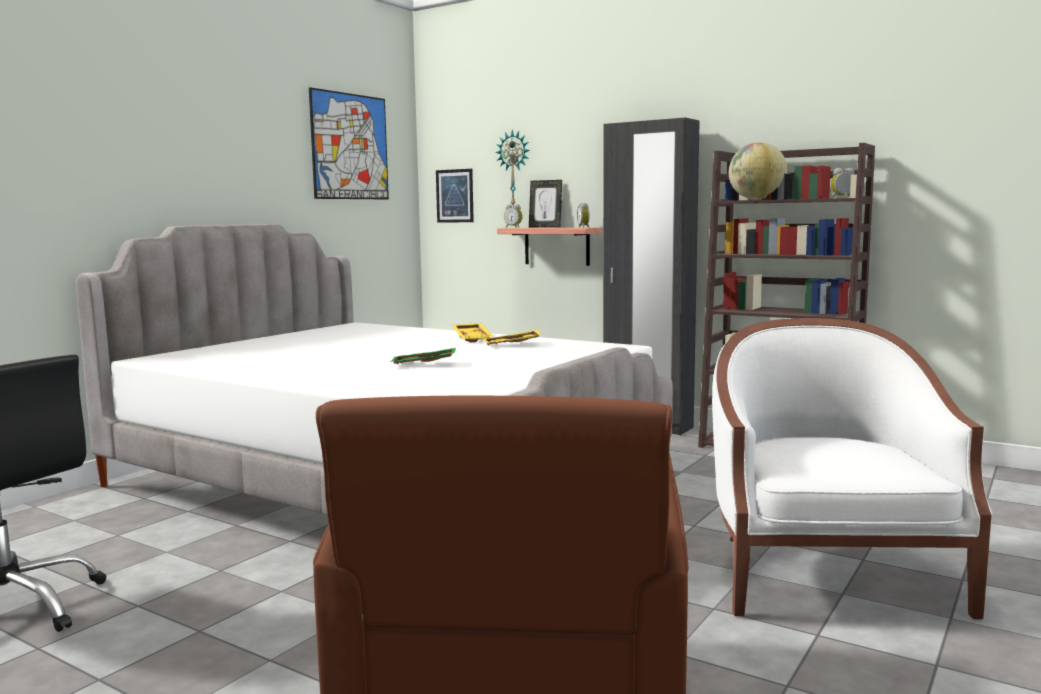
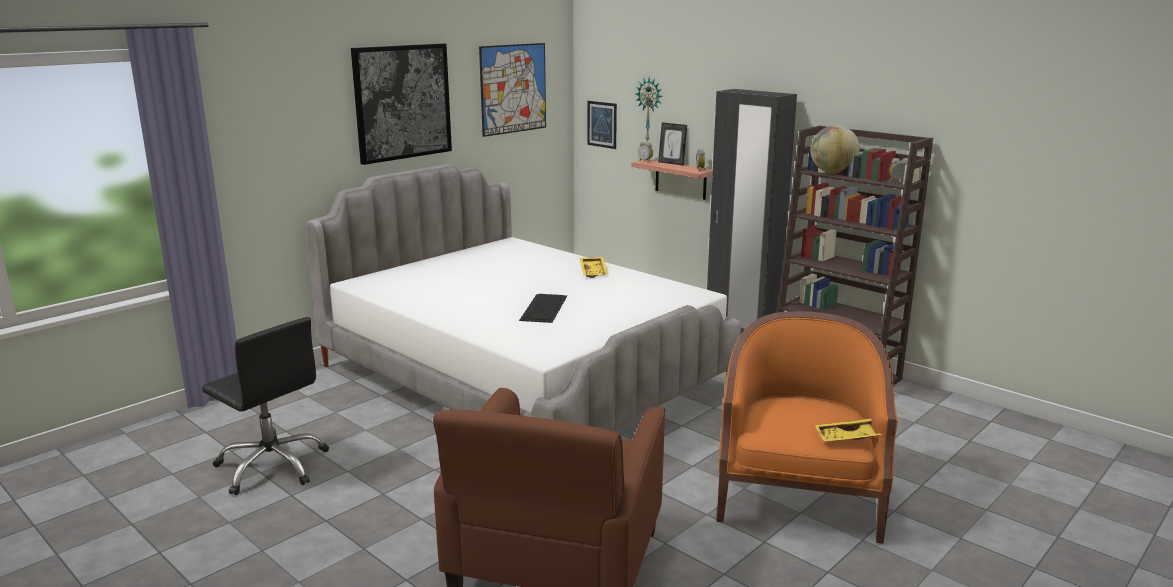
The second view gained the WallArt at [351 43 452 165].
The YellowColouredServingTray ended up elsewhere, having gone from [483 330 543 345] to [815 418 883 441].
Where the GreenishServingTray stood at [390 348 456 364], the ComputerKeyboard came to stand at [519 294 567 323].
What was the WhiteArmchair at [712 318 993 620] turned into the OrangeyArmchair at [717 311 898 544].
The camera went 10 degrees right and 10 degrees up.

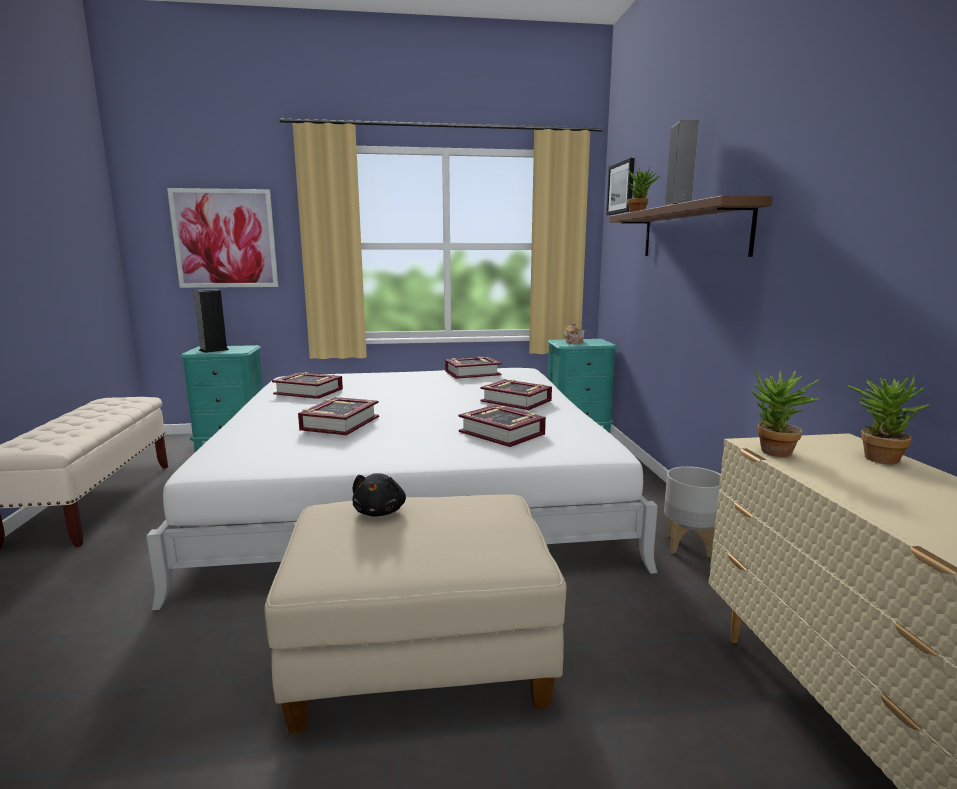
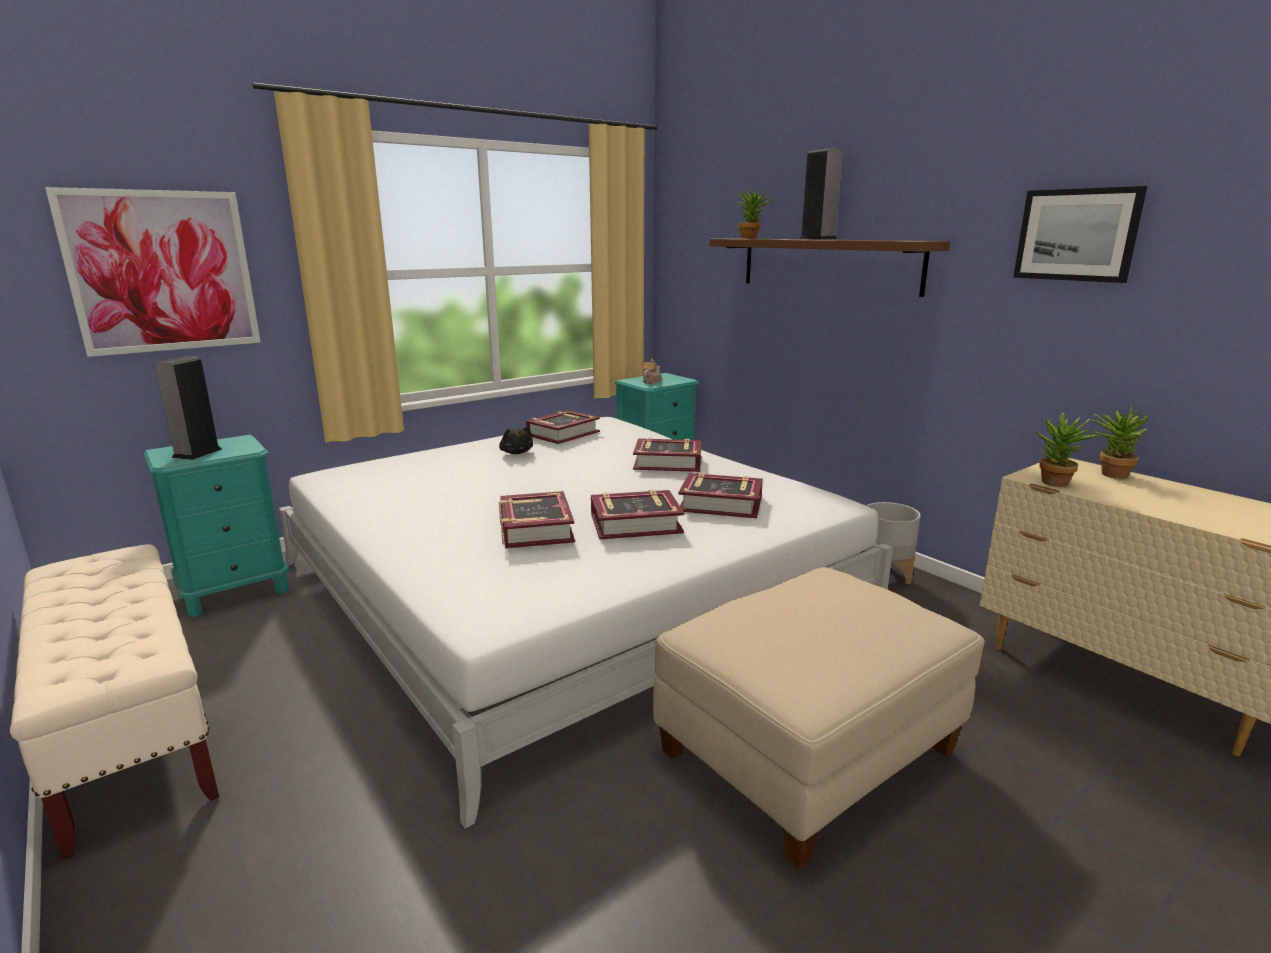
The BoundBook ended up elsewhere, having gone from [272 372 343 399] to [591 490 684 540].
The BlackColouredPlushToy ended up elsewhere, having gone from [352 473 406 517] to [499 427 533 454].
The WallArt ended up elsewhere, having gone from [606 158 635 215] to [1013 186 1147 283].
The camera went 30 degrees left and 5 degrees up.

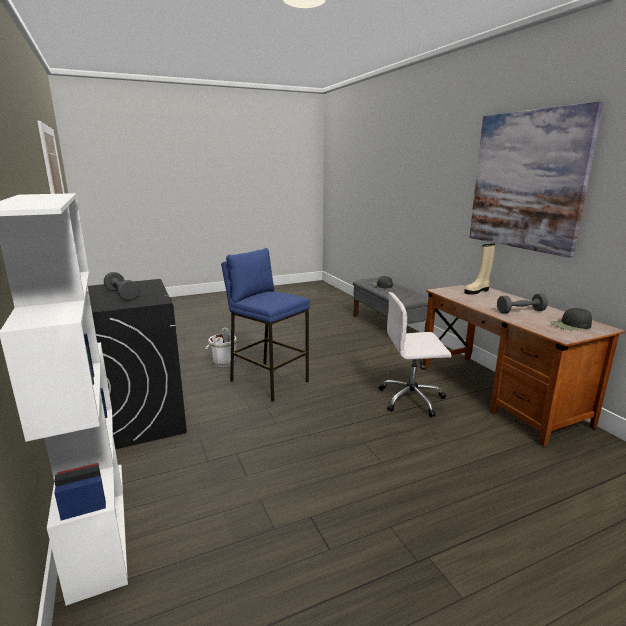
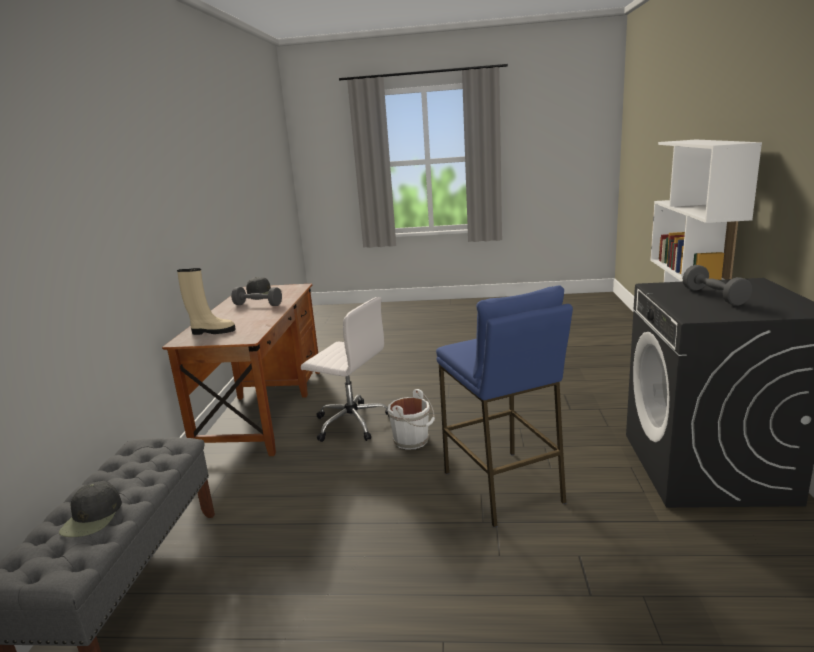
The second view lost the WallArt at [469 101 603 258].
The WhiteWaterBucket ended up elsewhere, having gone from [206 328 237 367] to [388 389 435 450].
The camera went 150 degrees left and 0 degrees up.

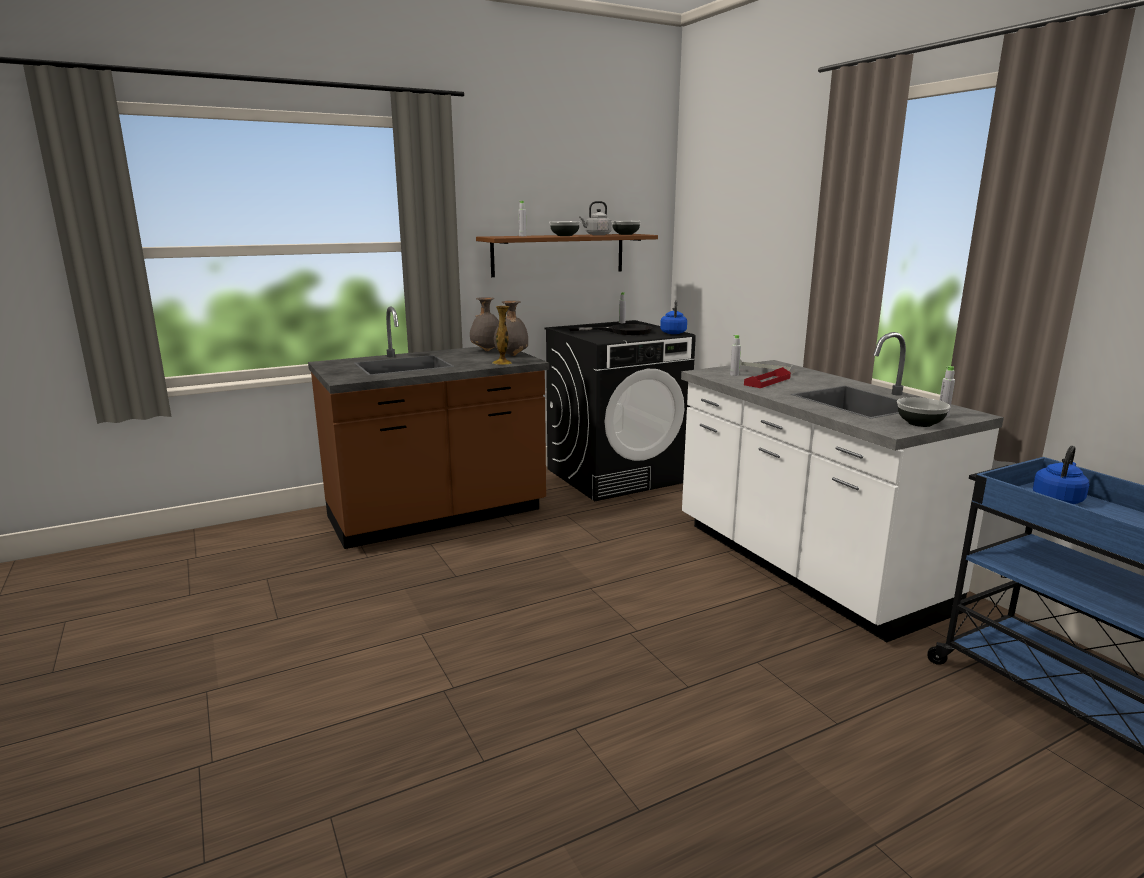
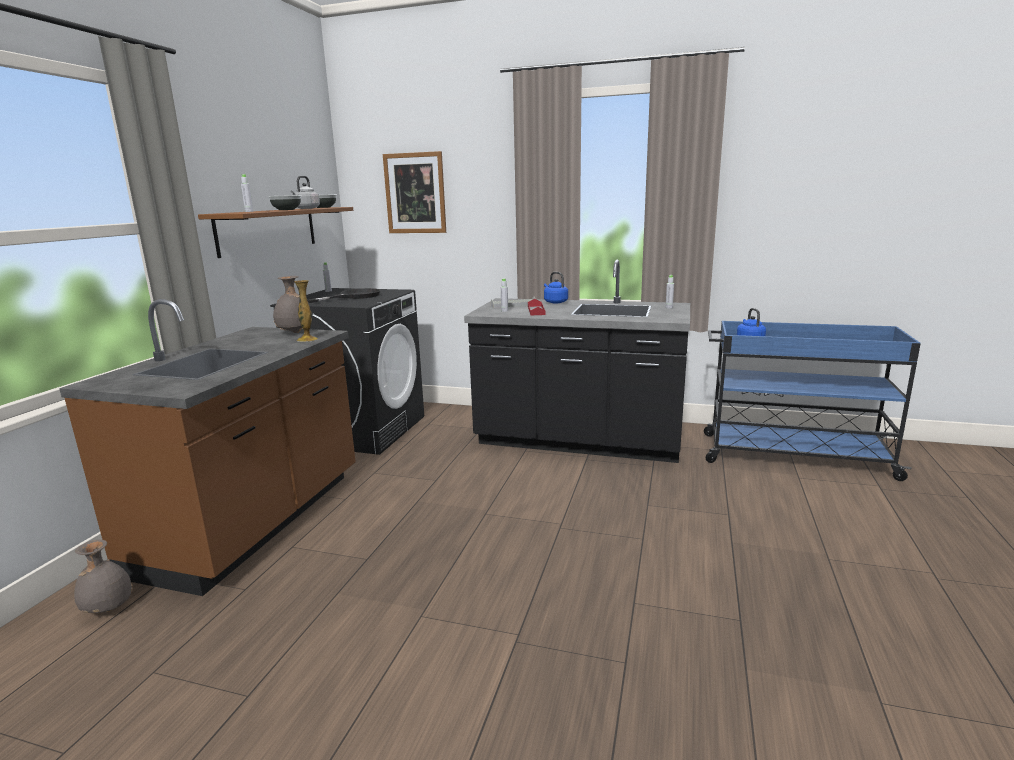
The second view lost the Bowl at [897 397 950 427].
The second view gained the WallArt at [383 151 446 233].
The GrayFlowerVase ended up elsewhere, having gone from [470 297 499 351] to [74 540 132 613].
The BlueColouredKettle ended up elsewhere, having gone from [660 300 687 334] to [544 272 568 304].
What was the WhiteKitchenCounter at [681 332 1004 643] turned into the BlackColouredKitchenCounter at [464 259 690 463].
The camera went 45 degrees left and 0 degrees up.

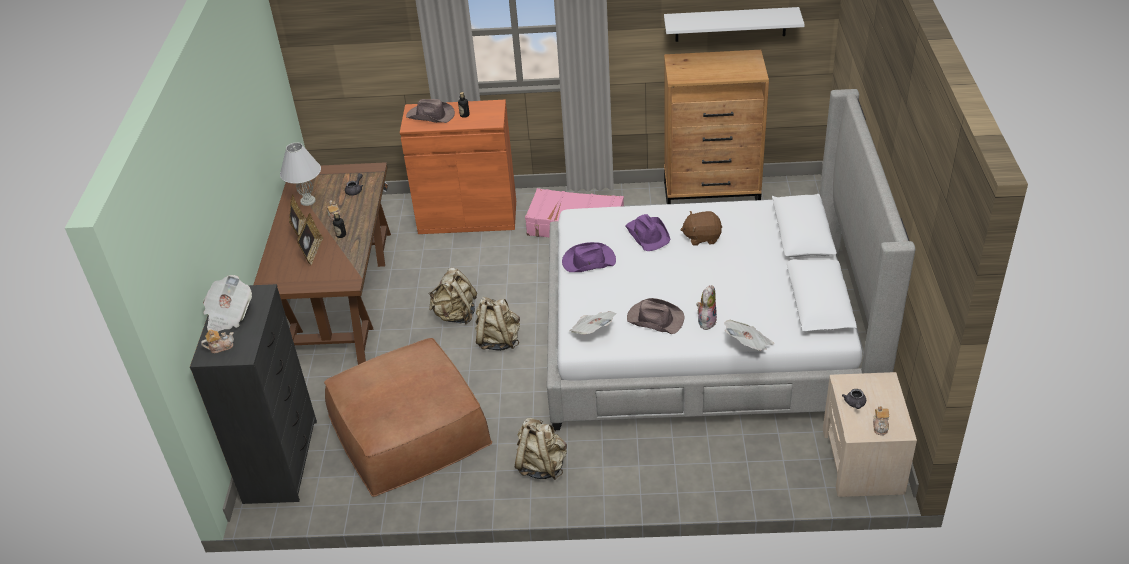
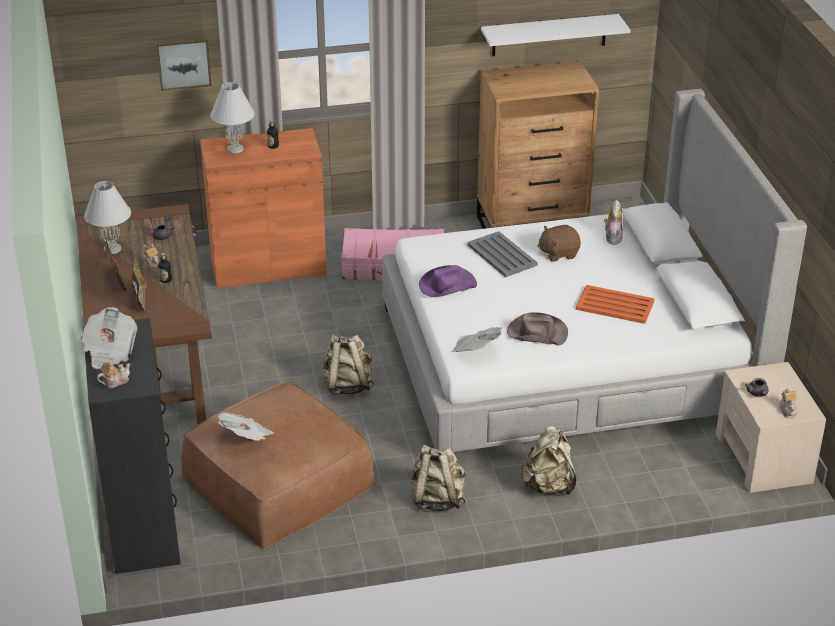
The second view gained the WallArt at [156 37 212 91].
The second view gained the OrangeyServingTray at [576 285 655 324].
The SandColouredRucksack ended up elsewhere, having gone from [428 267 477 324] to [520 426 576 496].
The PlushToy ended up elsewhere, having gone from [696 285 717 330] to [604 200 623 245].
The PrintedPaper ended up elsewhere, having gone from [724 320 774 351] to [218 412 274 441].
Where the BrownColouredClothingHat stood at [406 99 455 123], the WhiteTabletopLamp came to stand at [210 82 255 153].
Where the PurpleClothingHat stood at [625 214 670 251], the GrayServingTray came to stand at [467 231 538 277].
The camera went 15 degrees left and 5 degrees down.

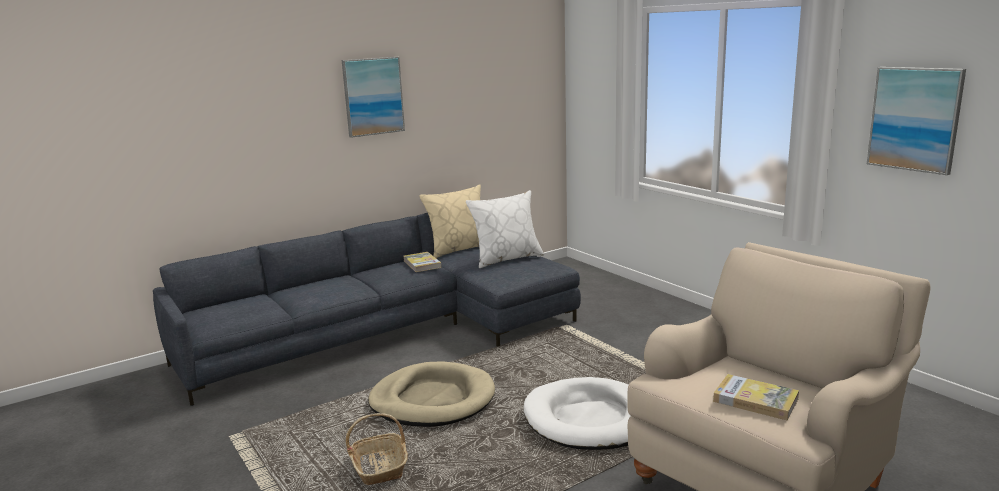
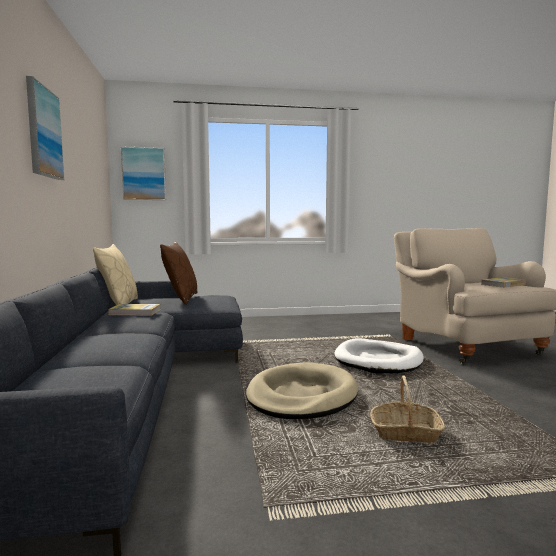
The WallArt ended up elsewhere, having gone from [867 67 966 175] to [121 147 166 200].
What was the WhiteCushion at [466 190 544 268] turned into the BrownColouredCushion at [160 241 198 305].
The camera went 65 degrees left and 10 degrees down.

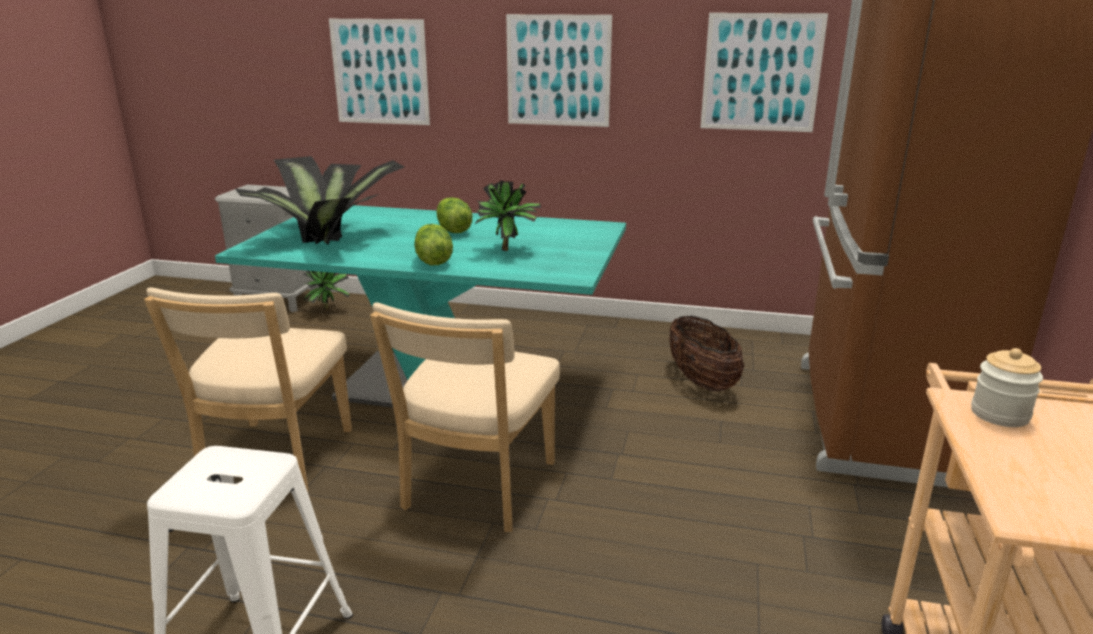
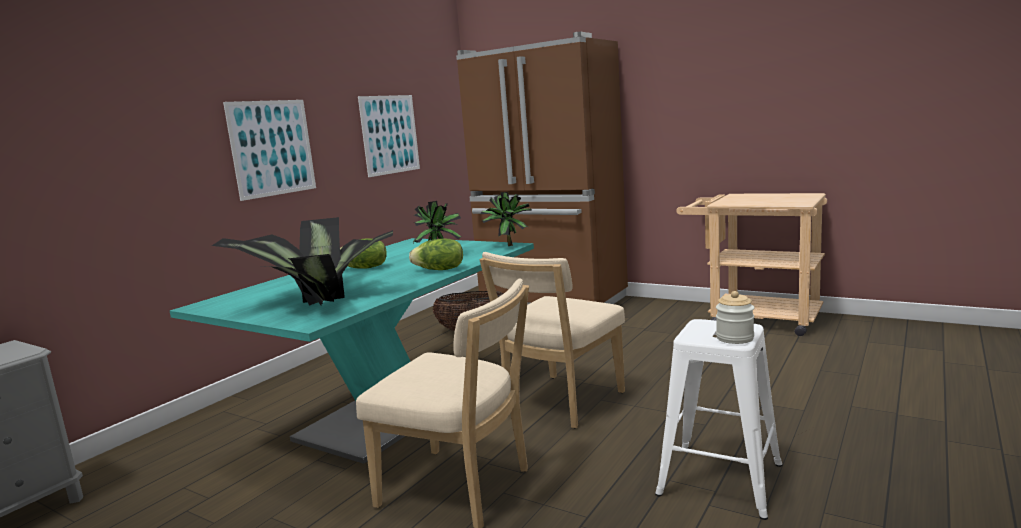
The second view lost the WallArt at [329 19 430 125].
The PlantInAPot ended up elsewhere, having gone from [303 271 350 312] to [480 192 533 246].
The StorageJar ended up elsewhere, having gone from [971 348 1043 427] to [716 291 754 344].
The SandColouredUprightChair at [370 302 560 532] ended up facing another way, 90 degrees clockwise from before.
The camera went 70 degrees left and 10 degrees down.

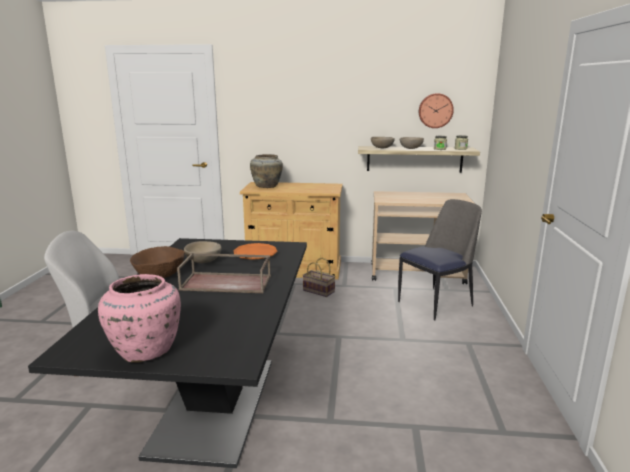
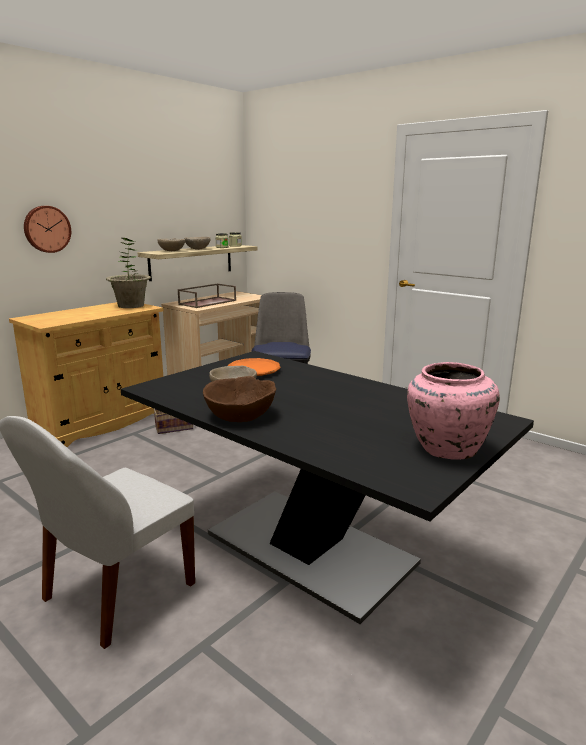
The second view lost the SandColouredFlowerVase at [250 154 283 188].
The second view gained the PlantInAPot at [106 238 151 308].
The BrownColouredServingTray ended up elsewhere, having gone from [177 253 271 293] to [177 284 236 308].
The HangingClock ended up elsewhere, having gone from [419 93 454 128] to [24 206 71 253].
The camera went 55 degrees left and 0 degrees up.

